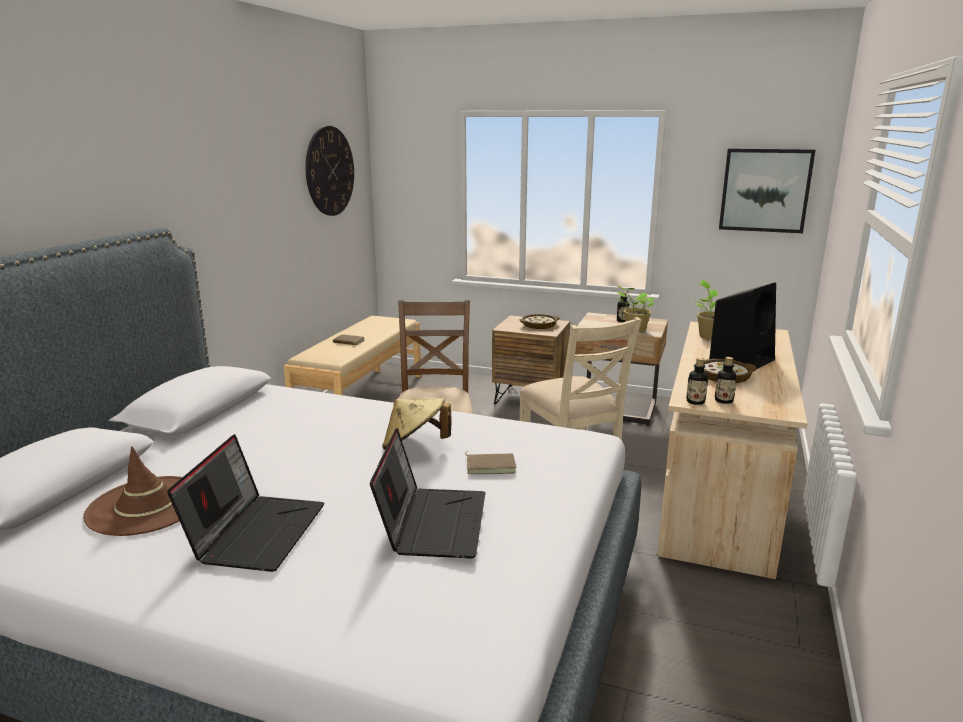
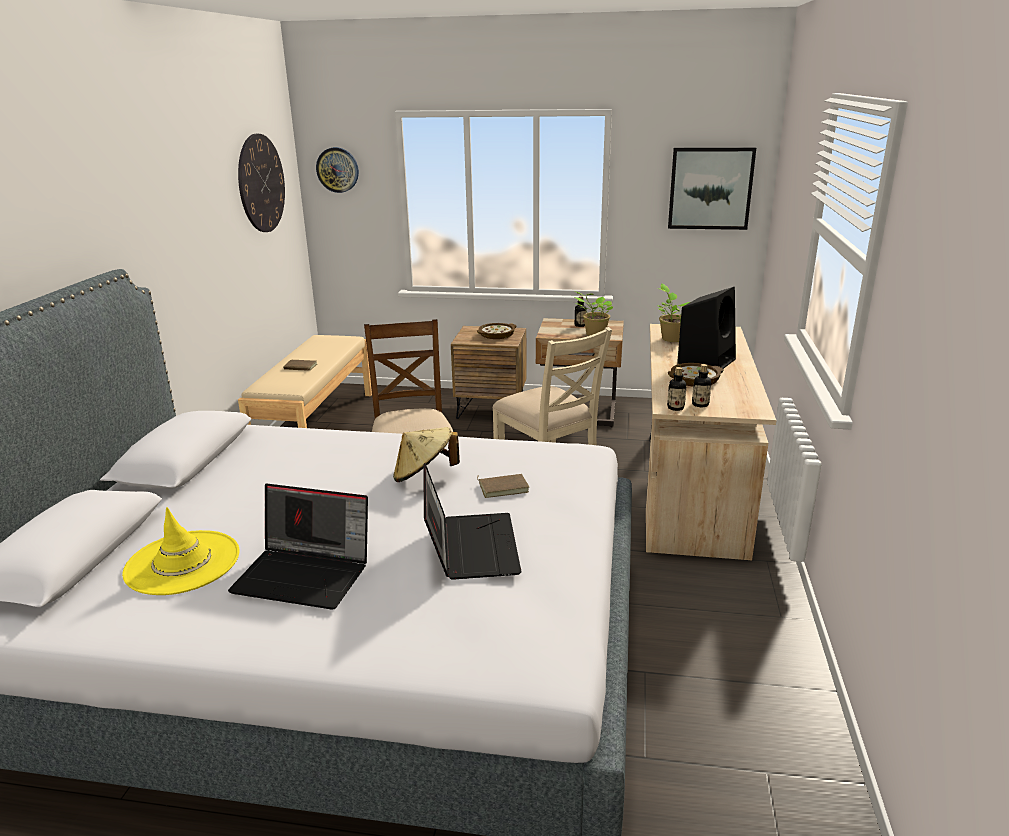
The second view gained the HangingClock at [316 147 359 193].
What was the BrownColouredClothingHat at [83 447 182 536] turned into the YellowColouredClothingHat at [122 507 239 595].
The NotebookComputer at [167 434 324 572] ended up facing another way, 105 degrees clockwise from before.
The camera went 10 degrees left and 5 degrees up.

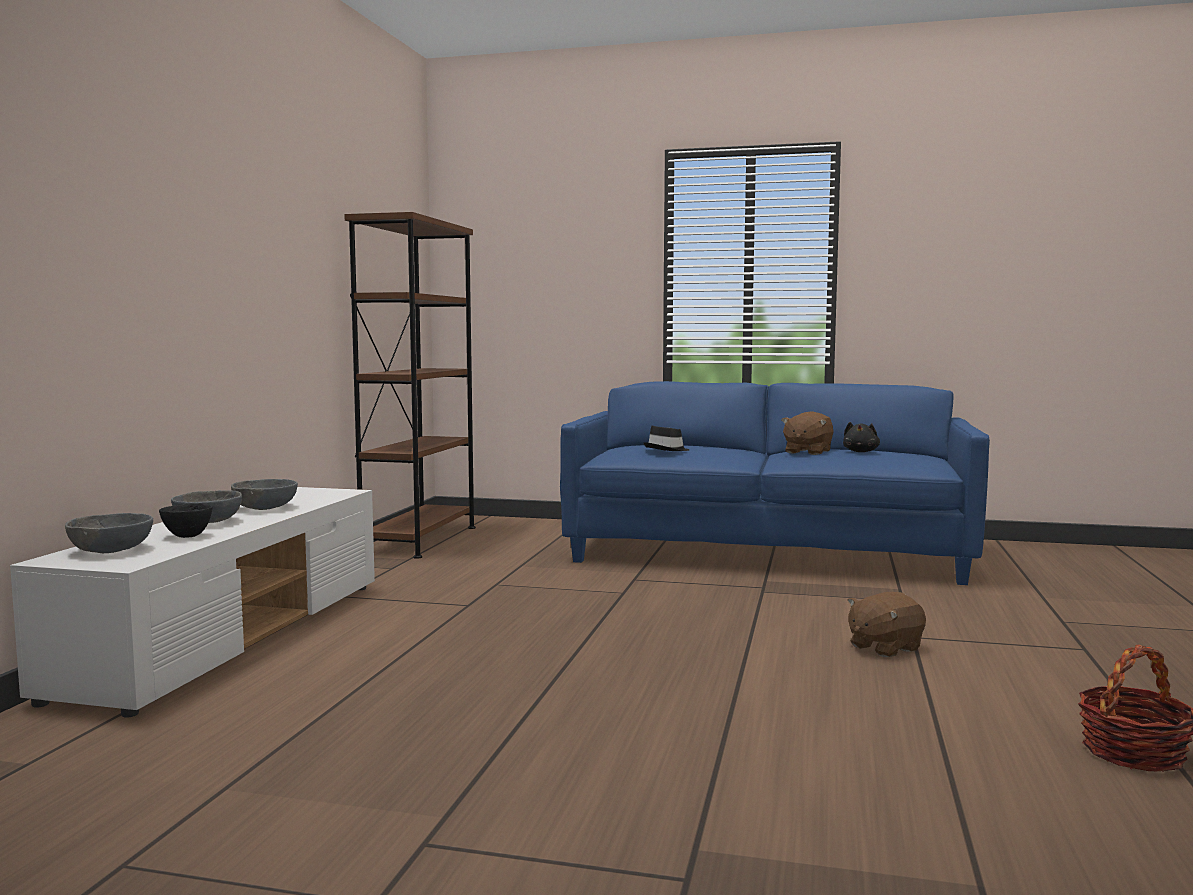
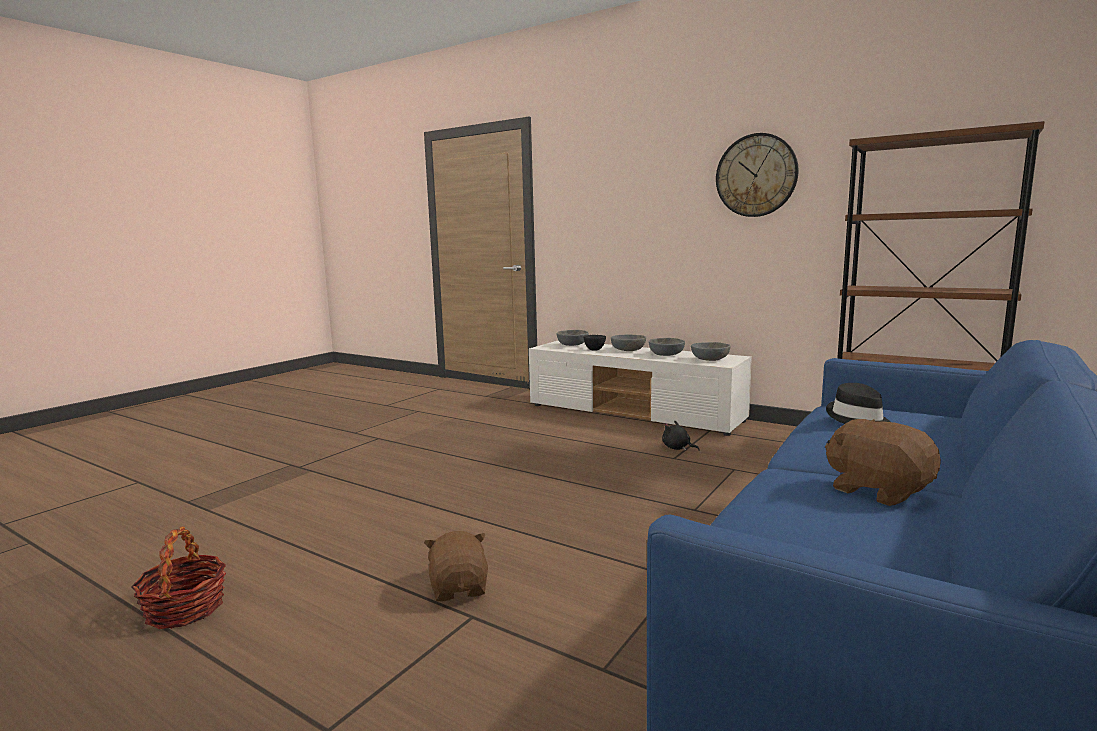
The second view gained the GrayBowl at [691 342 730 361].
The second view gained the HangingClock at [716 133 799 217].
The BlackColouredPlushToy ended up elsewhere, having gone from [843 422 880 452] to [662 421 700 451].
The camera went 110 degrees right and 5 degrees up.

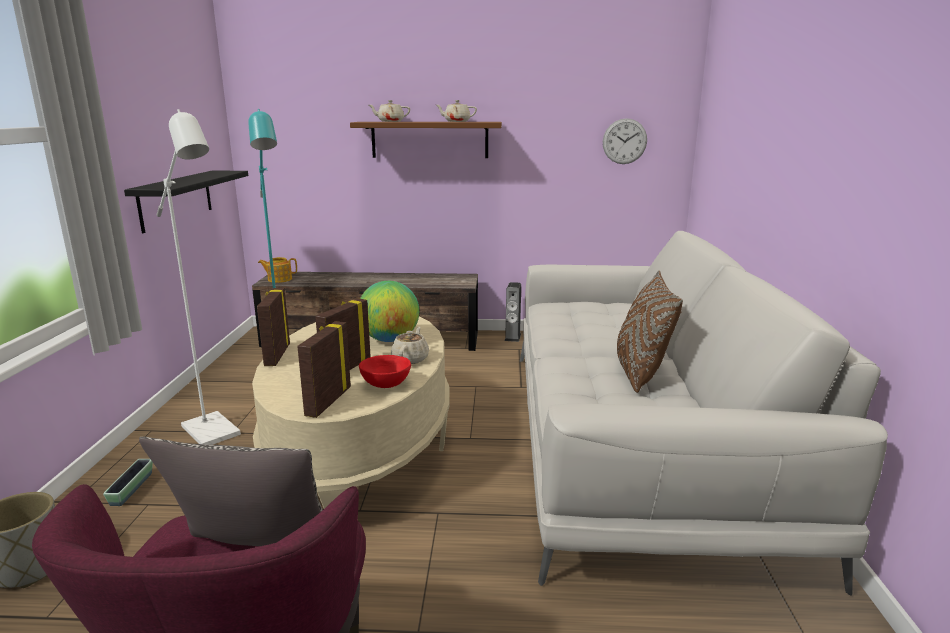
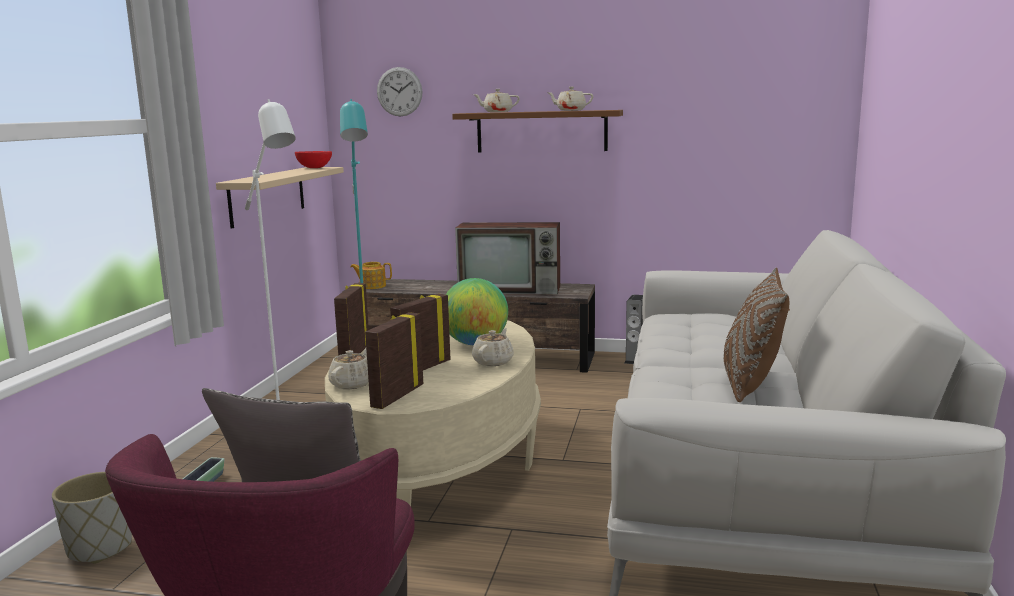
The second view gained the SandColouredTeapot at [328 348 369 389].
The second view gained the Tv at [455 222 560 295].
The ReddishBowl ended up elsewhere, having gone from [359 355 411 388] to [295 151 332 168].
The HangingClock ended up elsewhere, having gone from [603 118 647 164] to [377 67 423 116].
What was the BlackColouredBracketShelf at [124 171 248 233] turned into the SandColouredBracketShelf at [216 167 344 229].
The camera went 10 degrees right and 5 degrees down.

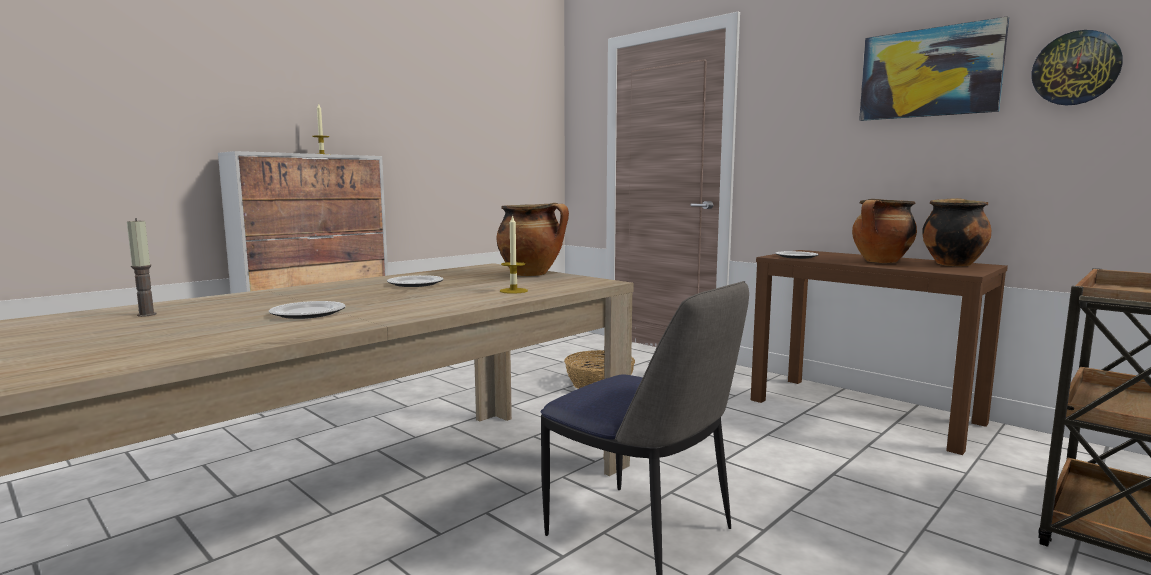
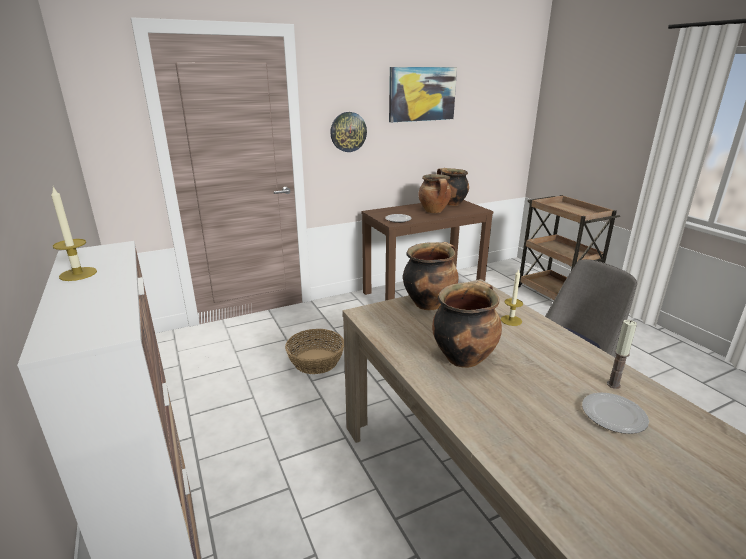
The Candle ended up elsewhere, having gone from [127 218 156 317] to [607 320 637 389].
The HangingClock ended up elsewhere, having gone from [1032 30 1123 105] to [330 112 367 152].
Where the Plate stood at [387 275 443 287], the Stockpot came to stand at [432 281 502 368].
The camera went 70 degrees left and 15 degrees up.

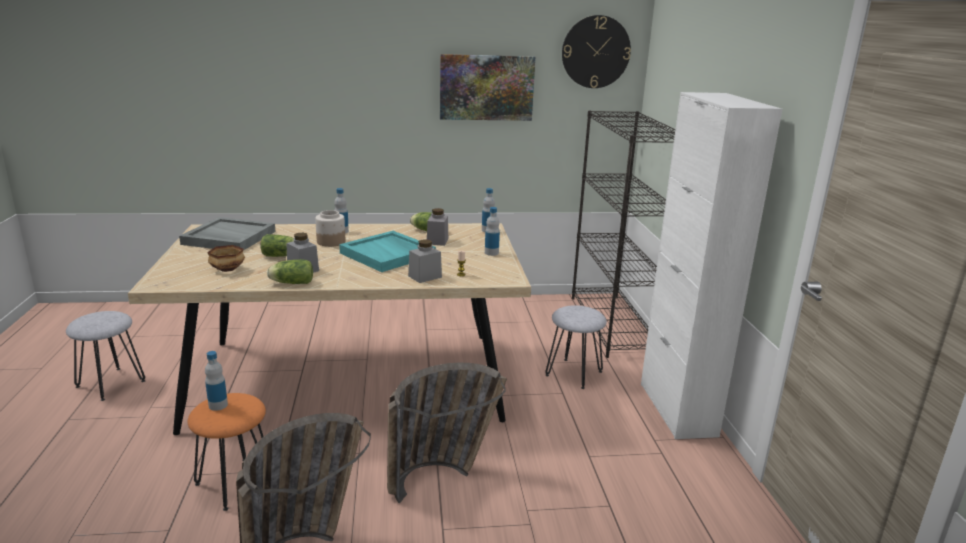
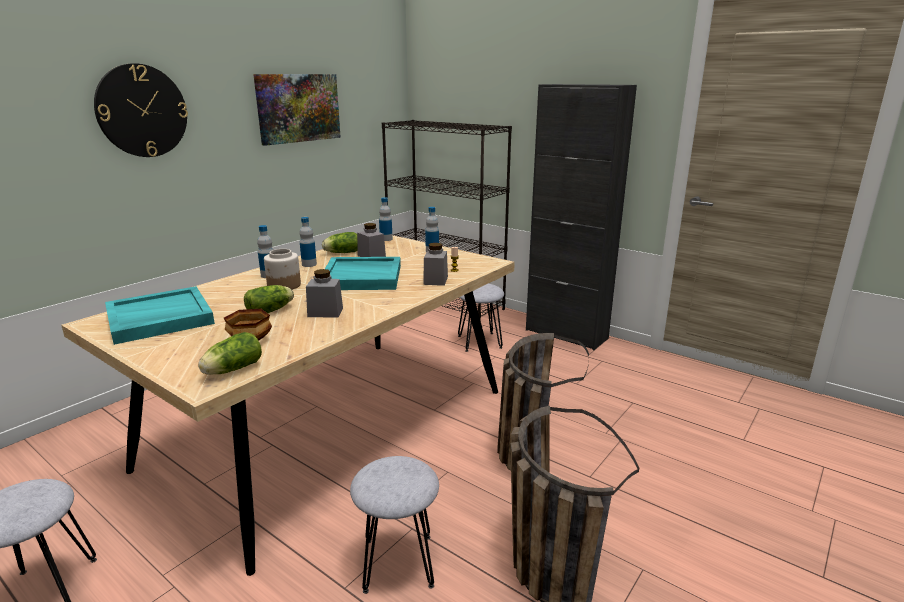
The DrinkBottle ended up elsewhere, having gone from [205 351 228 411] to [299 217 317 267].
The HeadOfLettuce ended up elsewhere, having gone from [267 259 313 284] to [198 332 262 375].
The HangingClock ended up elsewhere, having gone from [562 15 631 88] to [94 63 188 157].
What was the GrayServingTray at [179 217 276 251] turned into the BlueGreenServingTray at [105 286 215 345].
What was the OrangeyStool at [188 393 266 511] turned into the GrayStool at [350 456 439 594].
What was the WhiteCabinet at [641 92 782 439] turned into the BlackColouredCabinet at [526 84 637 350].
The camera went 45 degrees left and 0 degrees up.

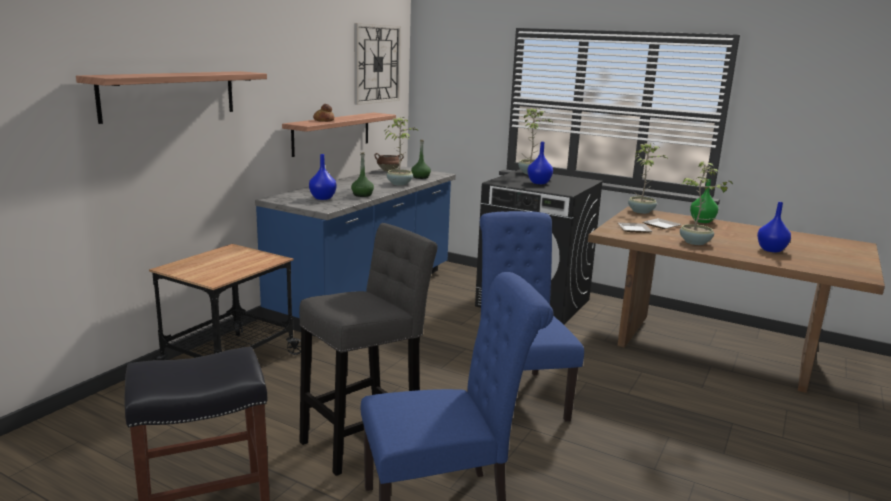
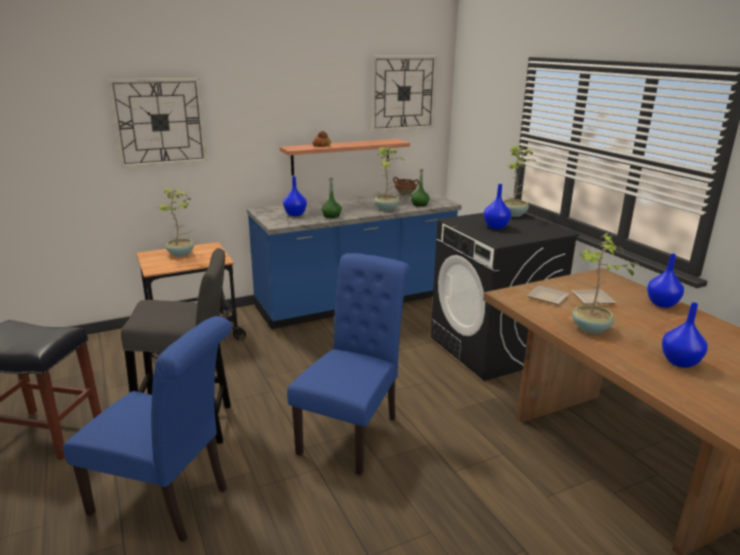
The PlantInAPot ended up elsewhere, having gone from [628 143 669 214] to [158 188 194 257].
Where the BracketShelf hung at [76 71 267 124], the HangingClock came to hang at [108 78 207 168].
What was the GreenishFlowerVase at [690 179 718 223] turned into the BlueColouredFlowerVase at [647 254 684 308].
The camera went 35 degrees right and 5 degrees up.

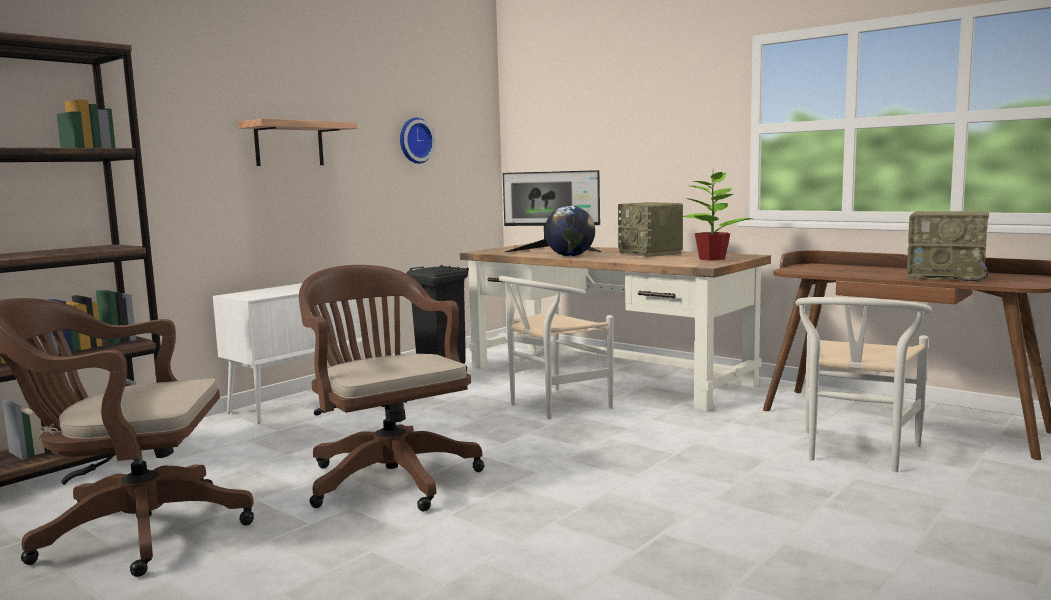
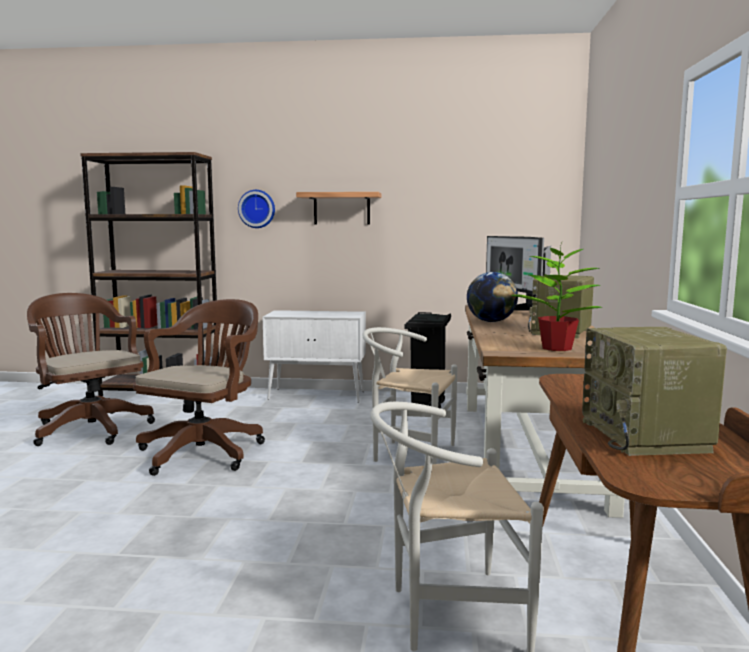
The HangingClock ended up elsewhere, having gone from [400 118 436 164] to [238 190 275 228].
The camera went 55 degrees right and 0 degrees up.

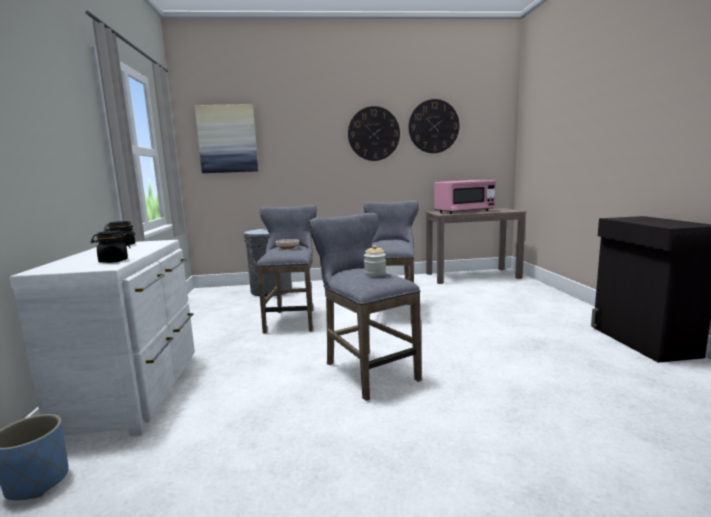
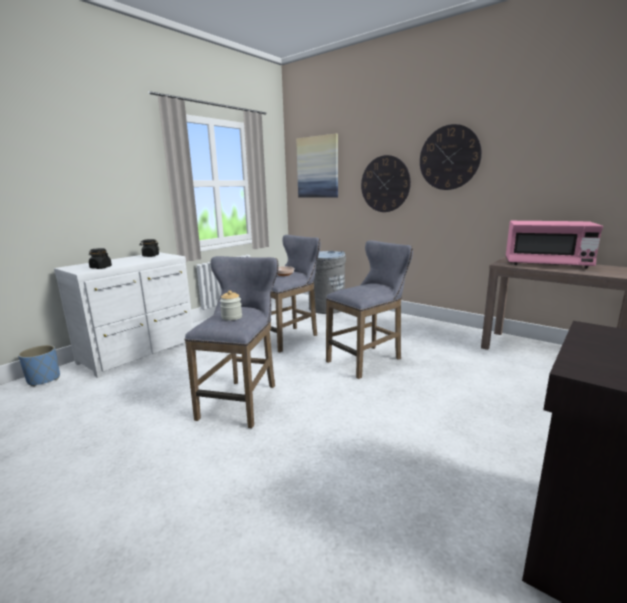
The HangingClock ended up elsewhere, having gone from [409 99 460 153] to [361 155 411 212].
The camera went 45 degrees right and 5 degrees up.

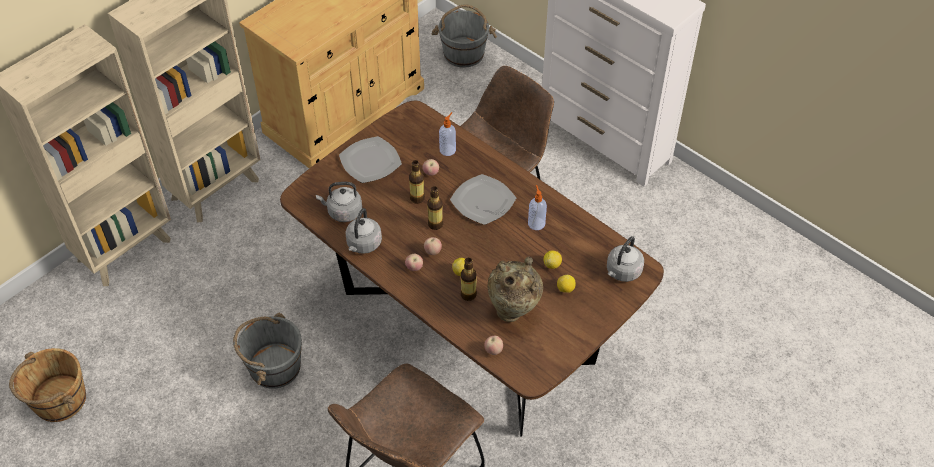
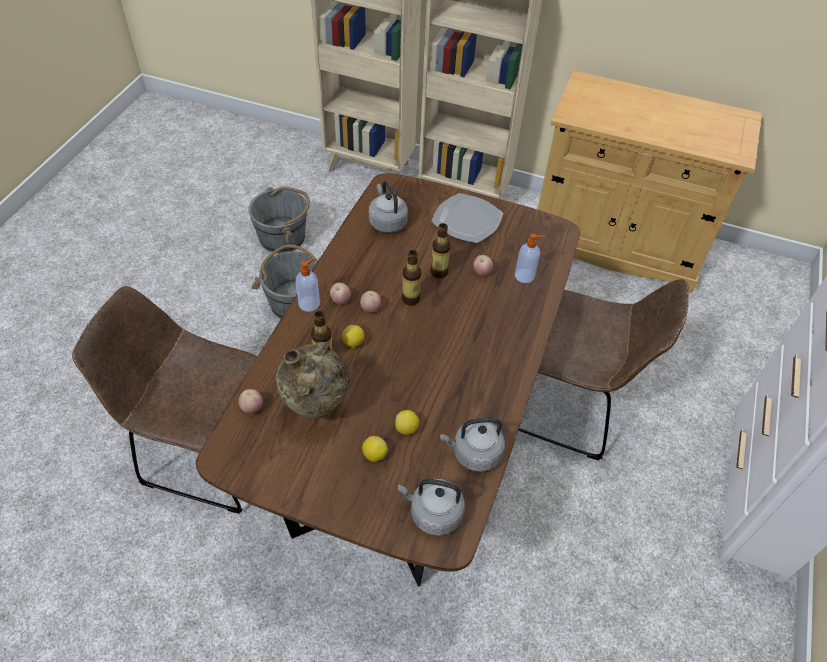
The second view lost the BrownColouredWaterBucket at [9 348 86 422].
The second view lost the Plate at [450 174 516 225].
The GrayKettle ended up elsewhere, having gone from [345 208 382 254] to [440 417 505 472].
The GrayWaterBucket ended up elsewhere, having gone from [431 4 497 68] to [249 187 310 253].
The SoapBottle ended up elsewhere, having gone from [528 185 547 230] to [296 258 320 312].
The camera went 65 degrees right and 0 degrees up.

